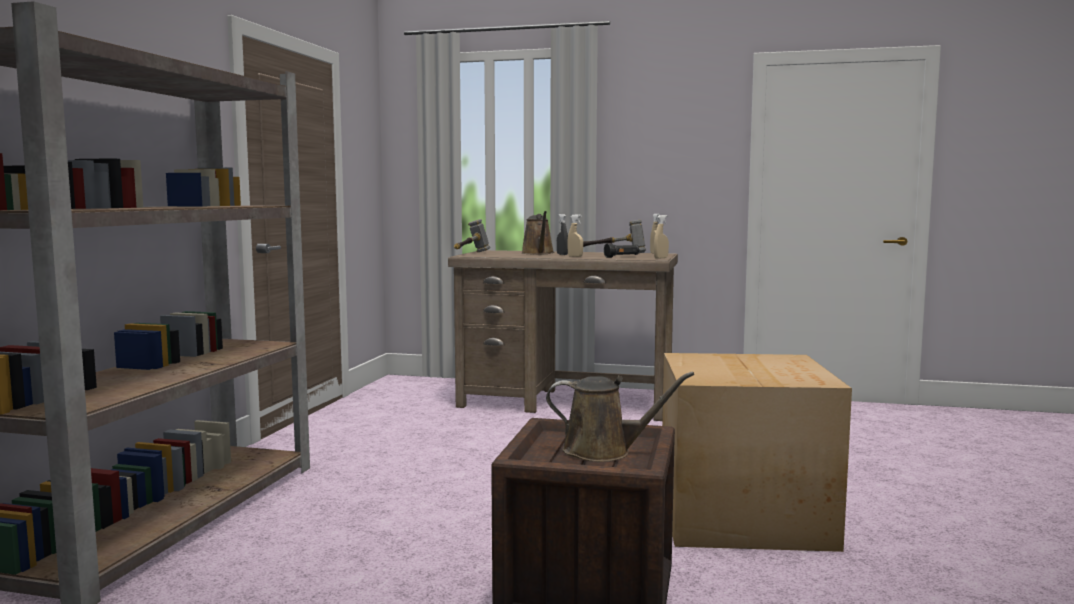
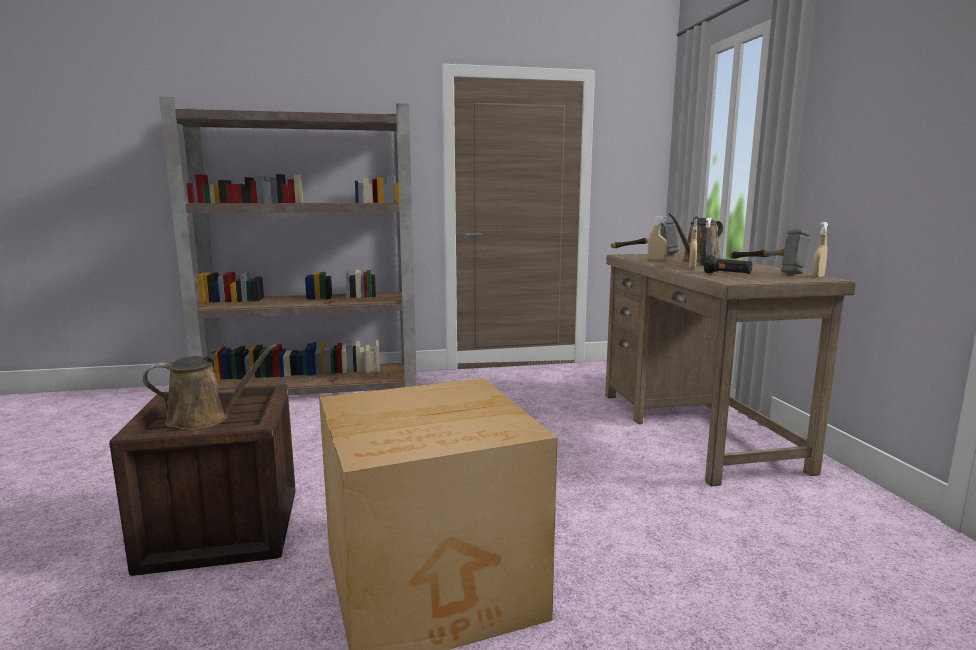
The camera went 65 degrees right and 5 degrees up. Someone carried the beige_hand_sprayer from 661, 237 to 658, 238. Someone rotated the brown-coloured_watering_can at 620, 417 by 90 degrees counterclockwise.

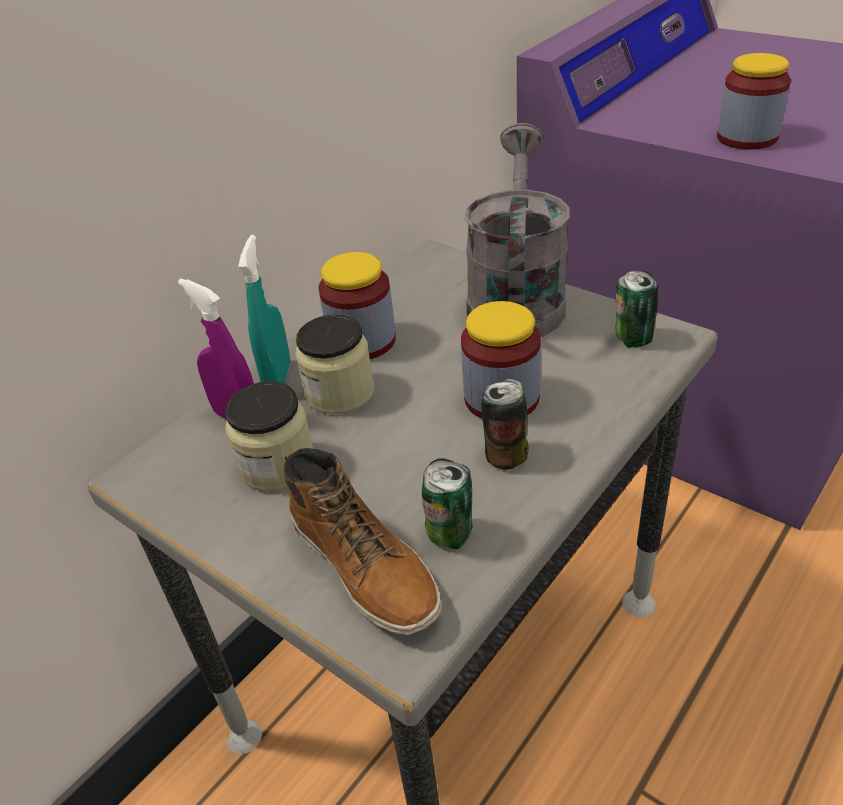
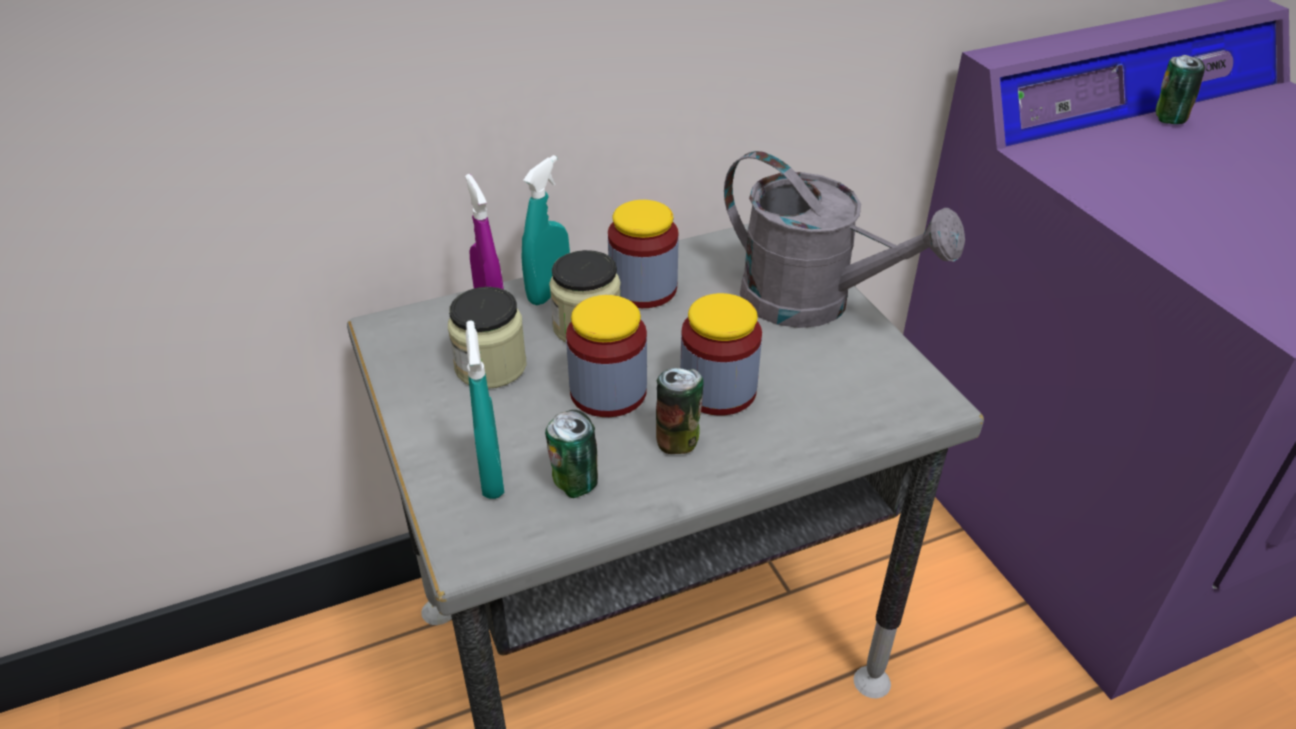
The camera went 25 degrees right and 0 degrees up. Someone carried the preserve_jar from 754, 101 to 606, 356. Someone rotated the gray_watering_can at 517, 230 by 90 degrees clockwise. Someone carried the can from 637, 309 to 1180, 89. Someone swapped the high-top_boot at 363, 541 for the blue-green_hand_sprayer at 485, 409.

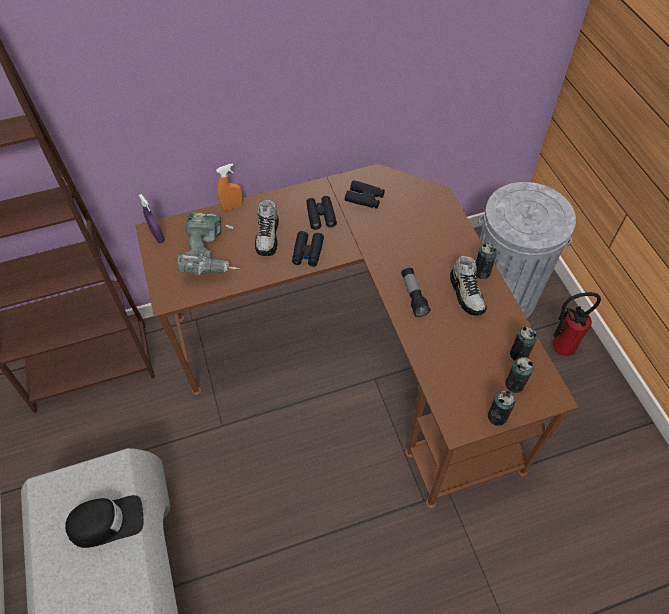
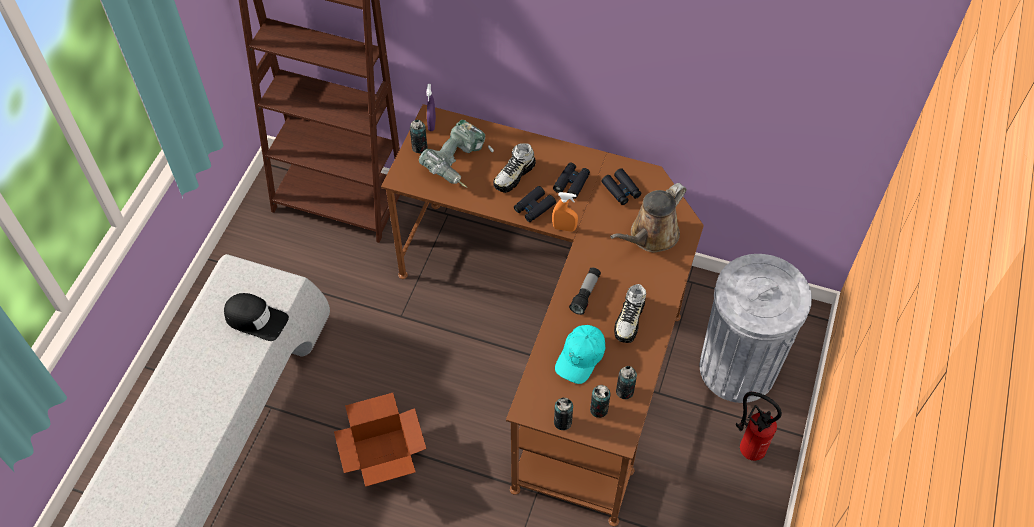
The camera went 35 degrees right and 0 degrees up. Someone carried the orange_hand_sprayer from 229, 187 to 565, 212. Someone carried the can from 486, 261 to 419, 136. Someone put down the brown-coloured_watering_can at 648, 217. Someone put down the blue-green_baseball_cap at 580, 354. Someone put down the packing_box at 380, 440.

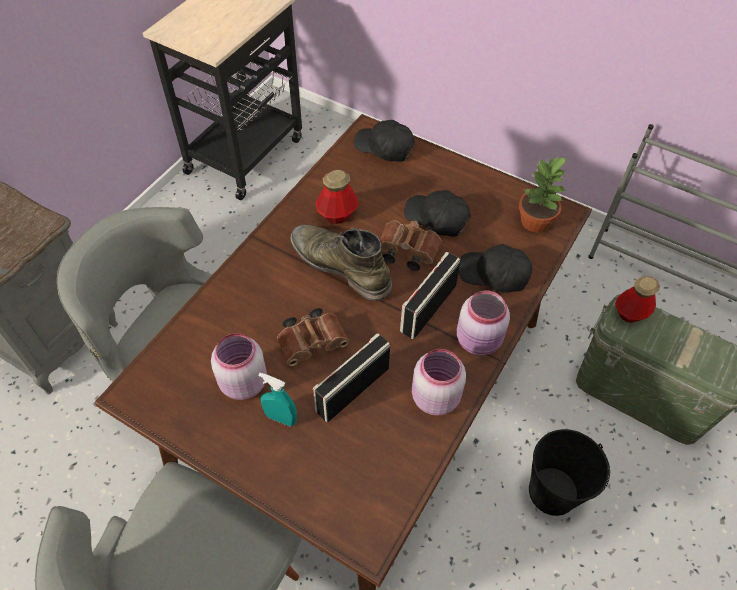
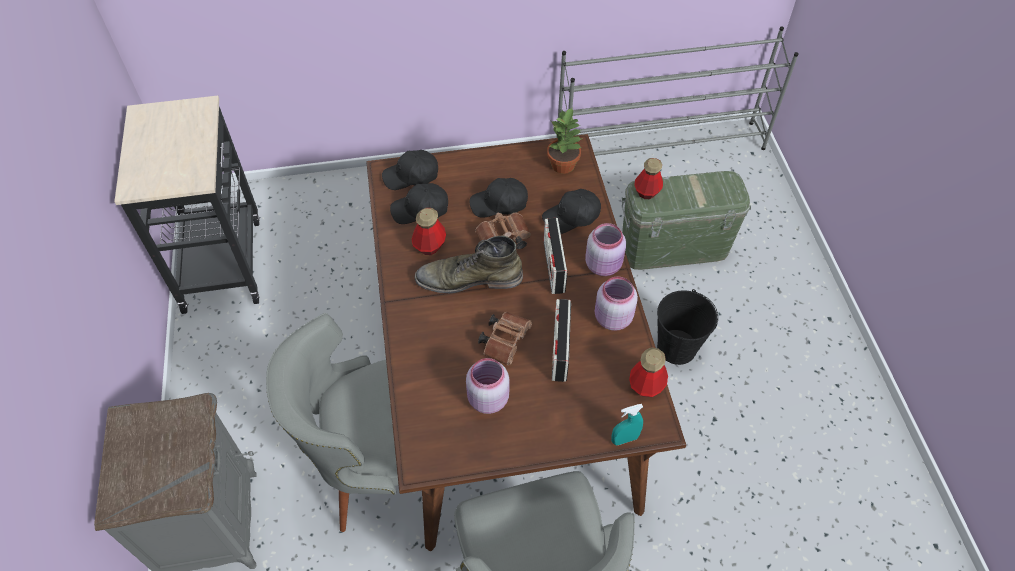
The camera went 40 degrees left and 0 degrees up. Someone carried the blue-green_hand_sprayer from 278, 399 to 627, 424. Someone put down the black-coloured_baseball_cap at 419, 203. Someone put down the bottle at 648, 372.

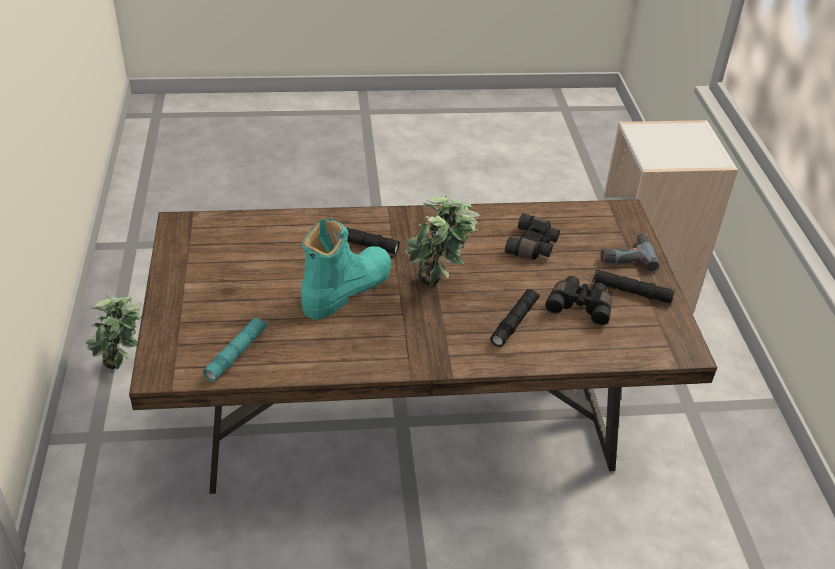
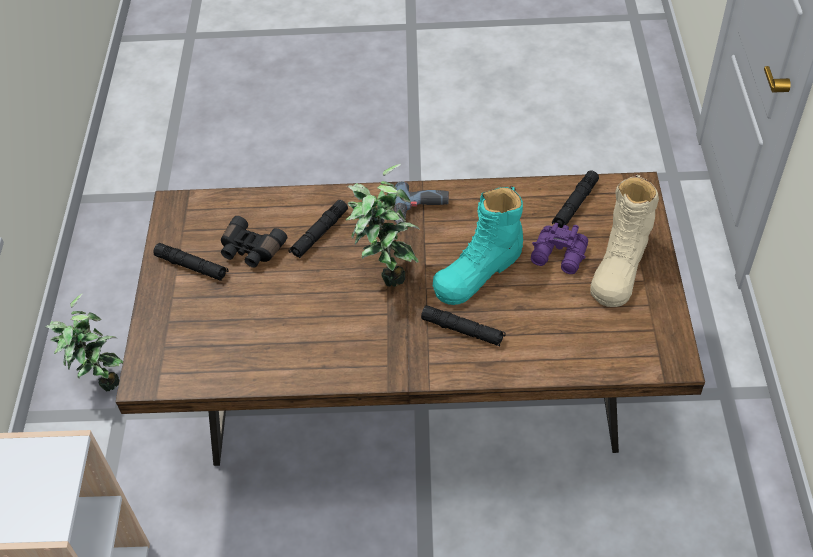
The camera went 170 degrees left and 10 degrees up. Someone took away the black-coloured_binoculars at 532, 236. Someone carried the electric_drill from 630, 252 to 421, 202. Someone carried the plant_in_a_pot from 114, 332 to 84, 342. Someone repainted the blue-green_torch at 235, 350, which became the black-coloured_torch at 575, 199. Someone put down the beige_high-top_boot at 624, 240. Someone put down the purple_binoculars at 559, 248.

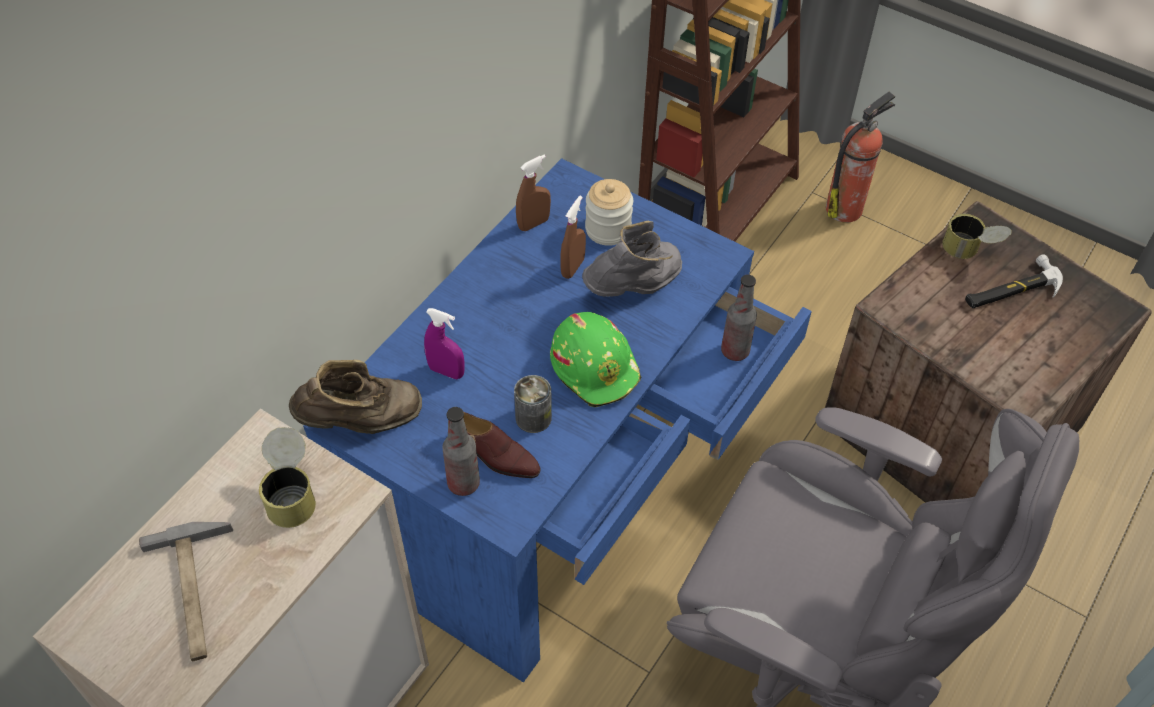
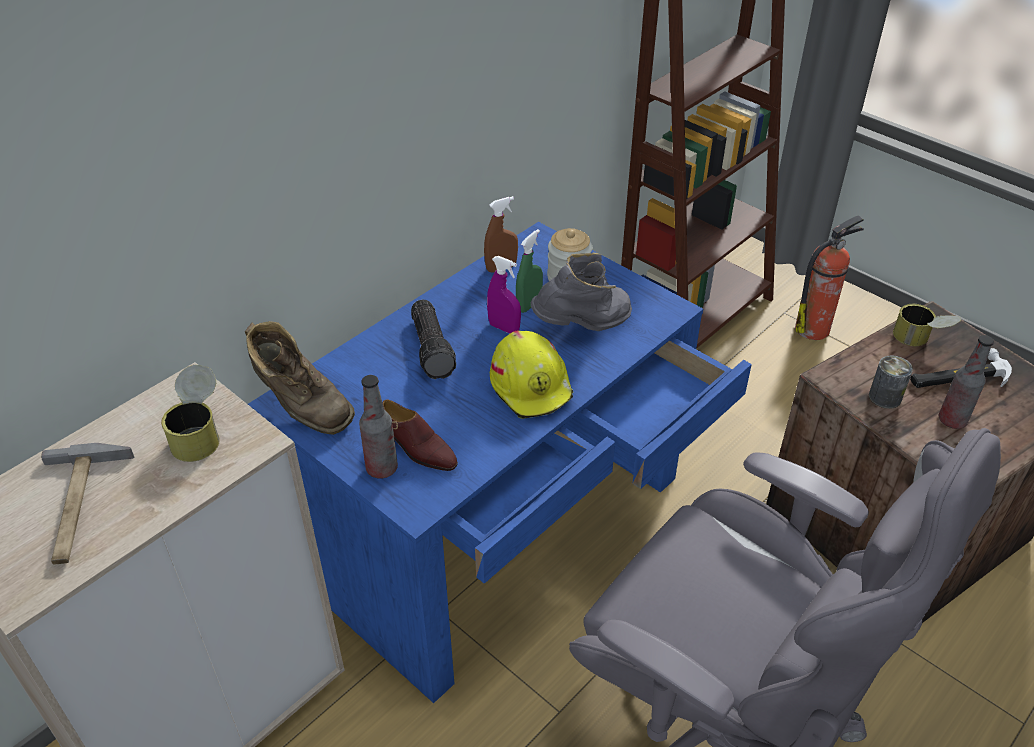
The camera went 10 degrees right and 10 degrees down. Someone repainted the brown-coloured_hand_sprayer at 573, 237, which became the green_hand_sprayer at 529, 271. Someone carried the bottle from 739, 318 to 966, 382. Someone carried the purple_hand_sprayer from 444, 343 to 504, 295. Someone repainted the green_safety_helmet at 596, 359, which became the yellowish_safety_helmet at 531, 375. Someone rotated the brown-coloured_high-top_boot at 355, 397 by 45 degrees clockwise. Someone carried the can from 533, 404 to 891, 382. Someone put down the torch at 433, 339.

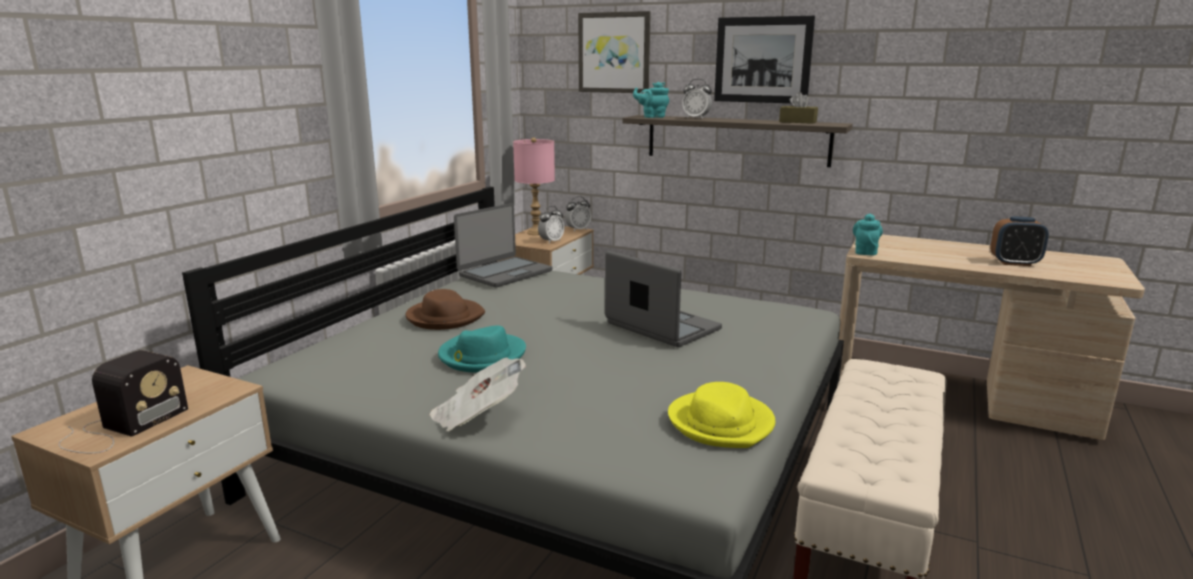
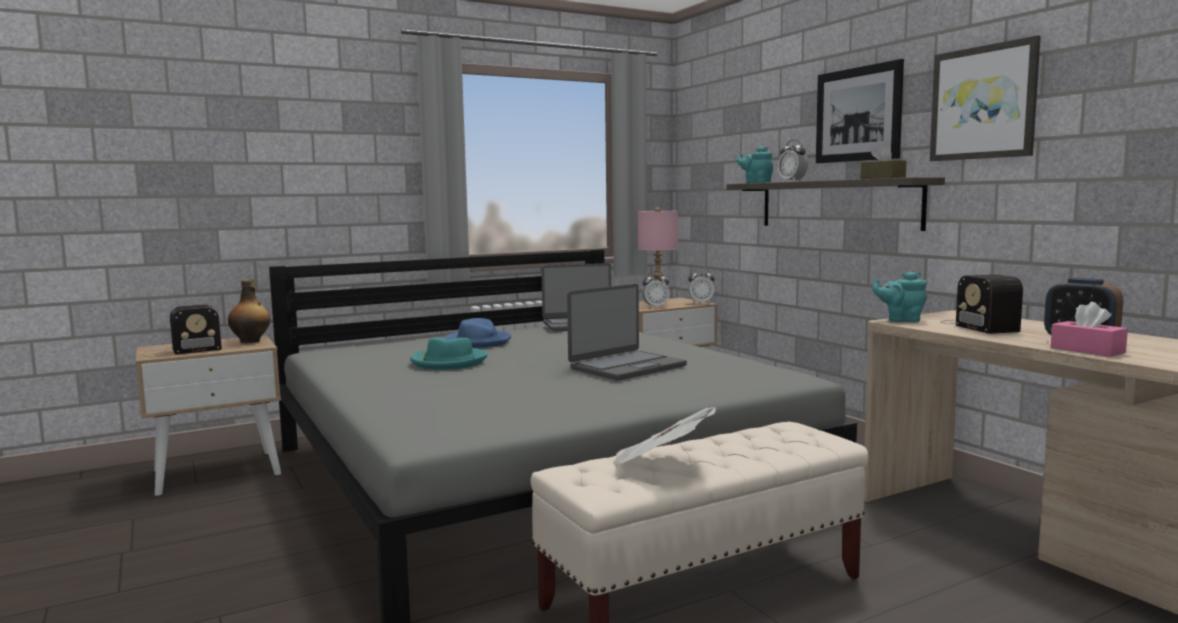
The camera went 35 degrees right and 10 degrees down. Someone carried the picture from 614, 52 to 985, 98. Someone rotated the blue-green_tea_pot at 868, 234 by 135 degrees counterclockwise. Someone rotated the laptop at 663, 299 by 60 degrees clockwise. Someone repainted the brown-coloured_clothing_hat at 445, 309, which became the blue_clothing_hat at 477, 333. Someone carried the newspaper from 478, 394 to 666, 436. Someone took away the yellowish_clothing_hat at 721, 415. Someone put down the radio_set at 981, 304. Someone put down the bottle at 249, 311. Someone put down the pink_tissue_box at 1089, 329.

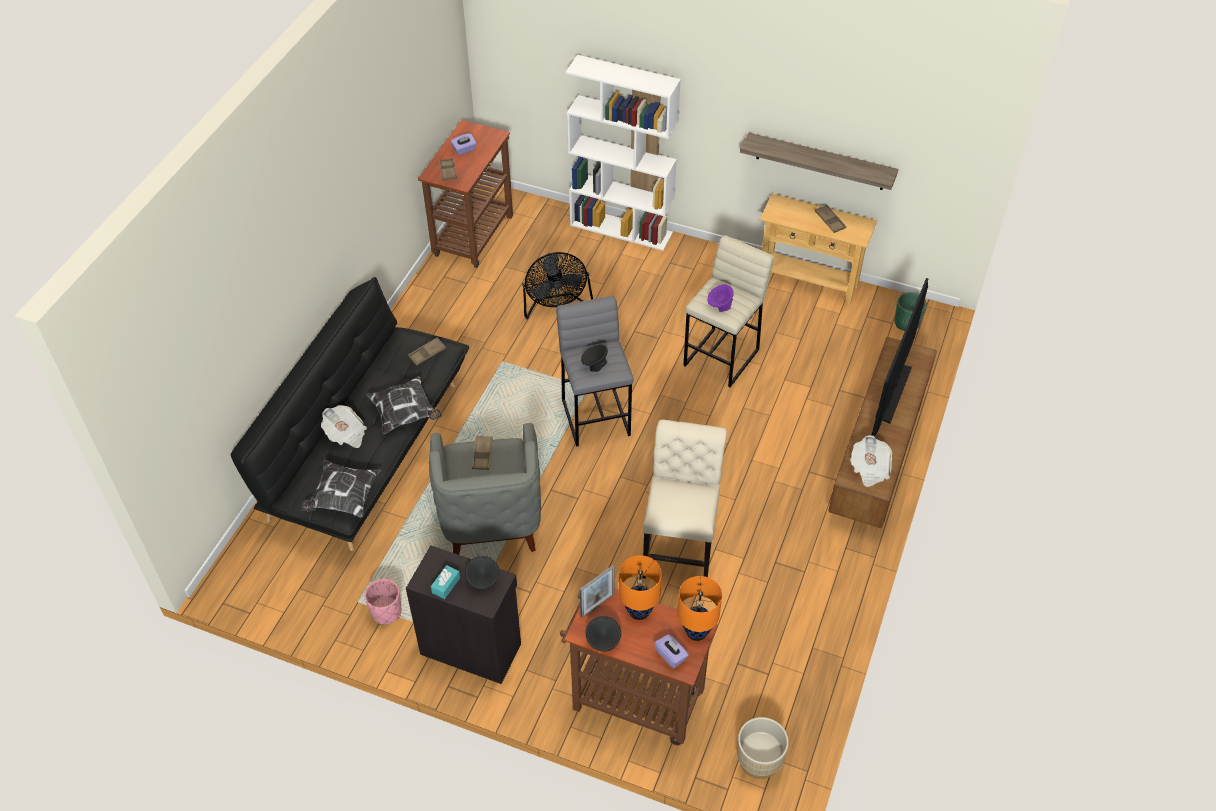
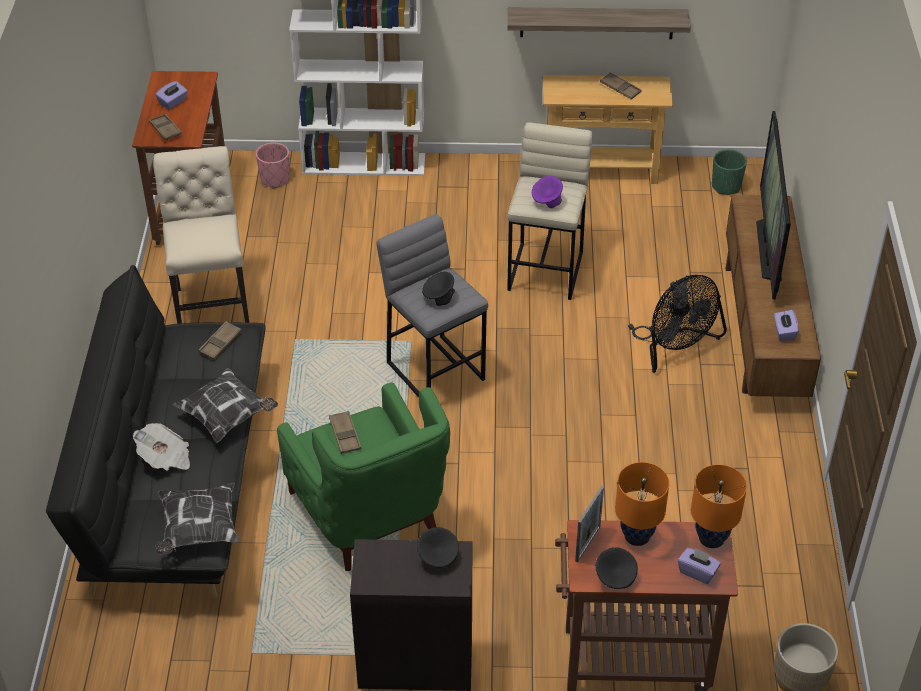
The camera went 20 degrees left and 5 degrees down. Someone carried the black-coloured_cooling_fan from 557, 285 to 677, 324. Someone carried the beige_stool_seat from 684, 499 to 201, 235. Someone repainted the gray_easy_chair at 485, 489, which became the green_easy_chair at 363, 476. Someone swapped the newspaper at 871, 461 for the purple_tissue_box at 786, 325. Someone took away the blue-green_tissue_box at 445, 582. Someone carried the pink_plant_pot from 383, 602 to 273, 165.

